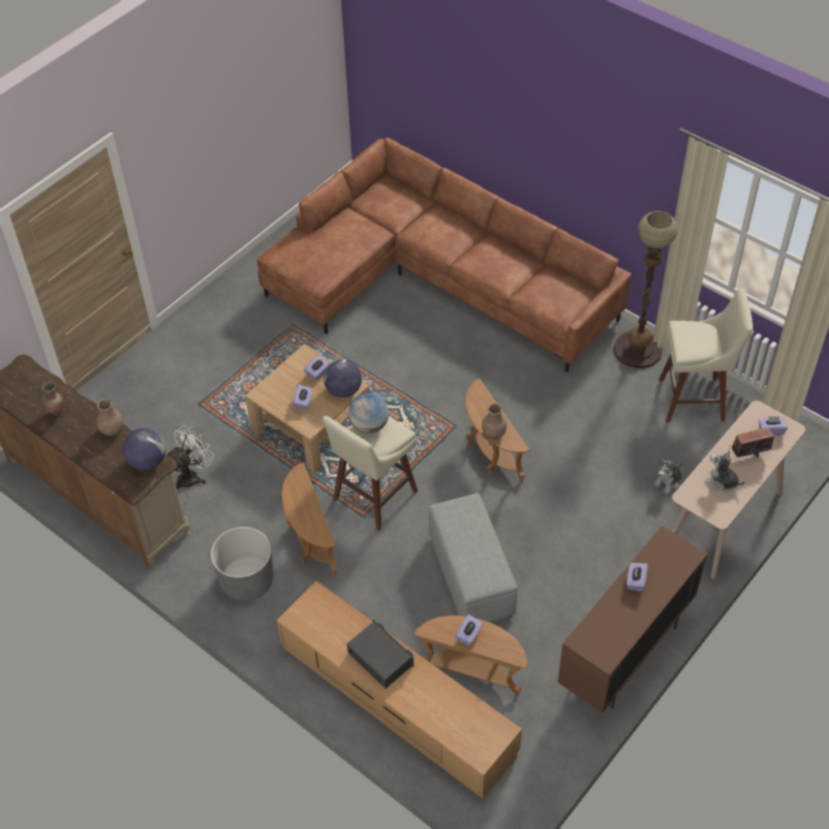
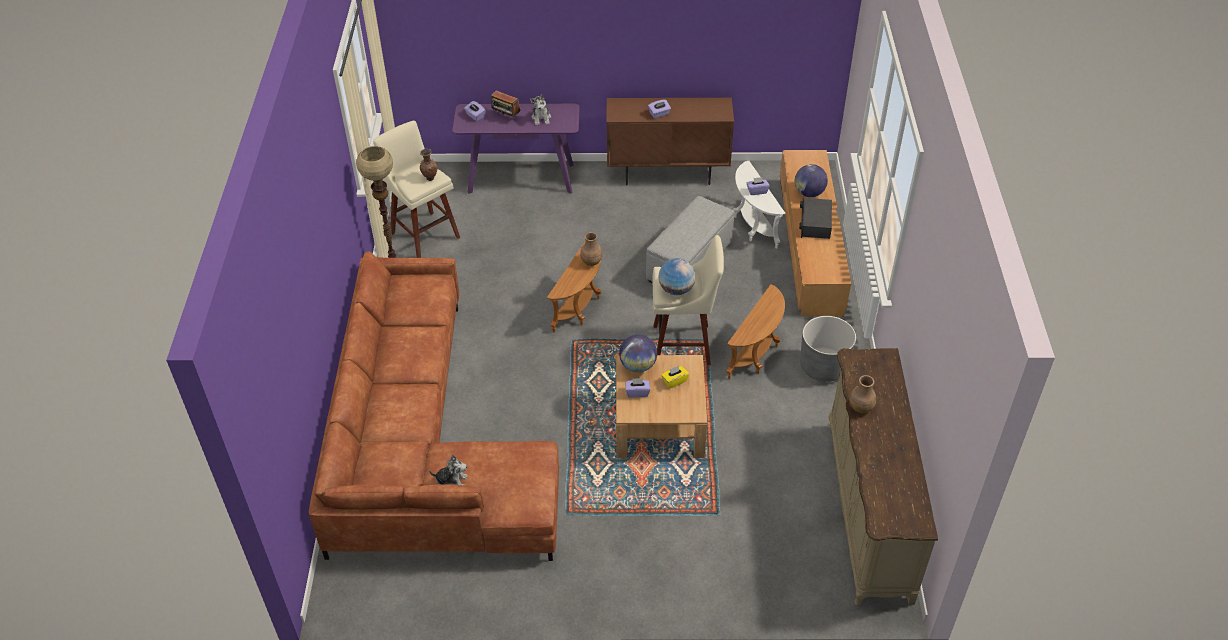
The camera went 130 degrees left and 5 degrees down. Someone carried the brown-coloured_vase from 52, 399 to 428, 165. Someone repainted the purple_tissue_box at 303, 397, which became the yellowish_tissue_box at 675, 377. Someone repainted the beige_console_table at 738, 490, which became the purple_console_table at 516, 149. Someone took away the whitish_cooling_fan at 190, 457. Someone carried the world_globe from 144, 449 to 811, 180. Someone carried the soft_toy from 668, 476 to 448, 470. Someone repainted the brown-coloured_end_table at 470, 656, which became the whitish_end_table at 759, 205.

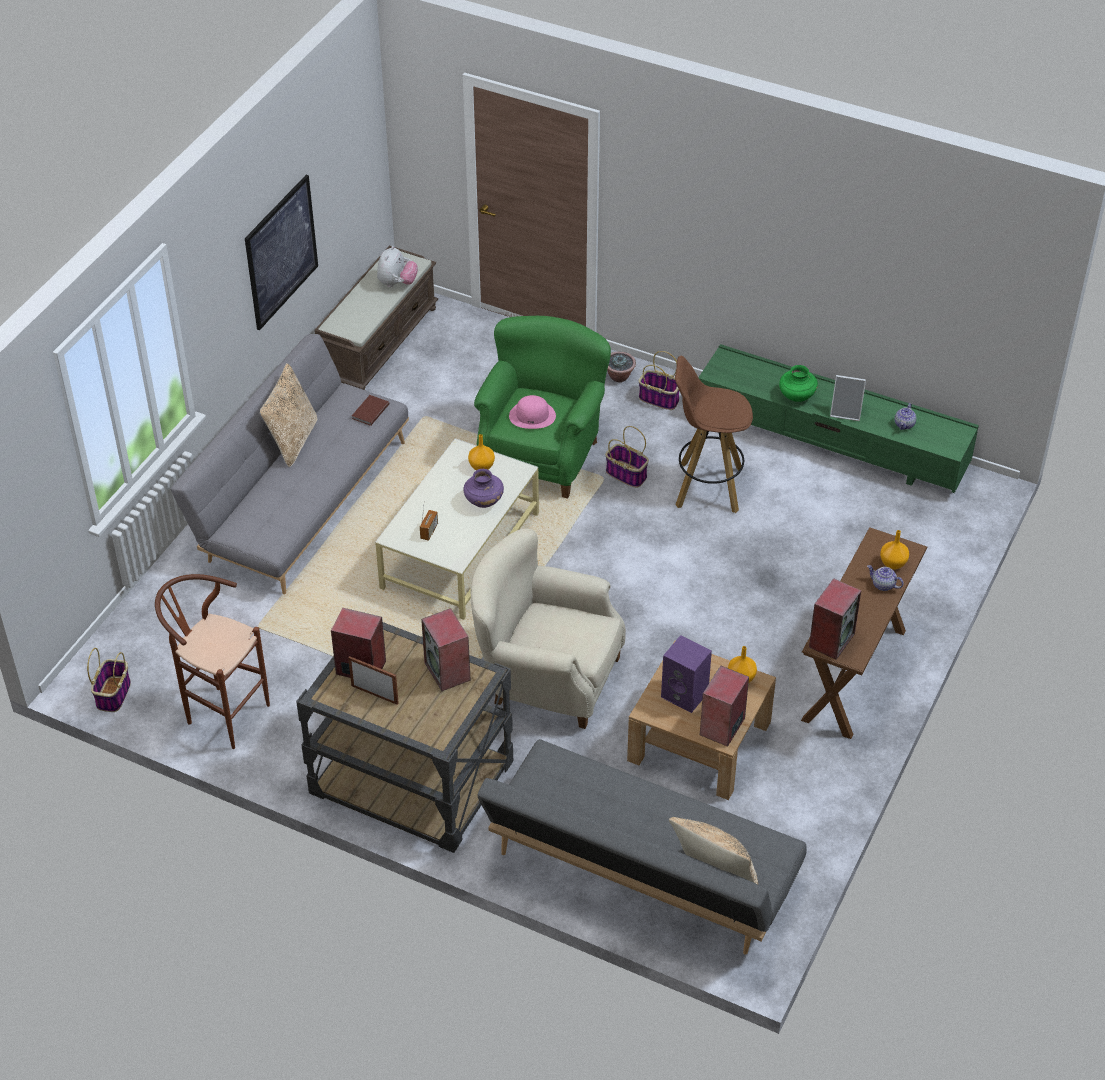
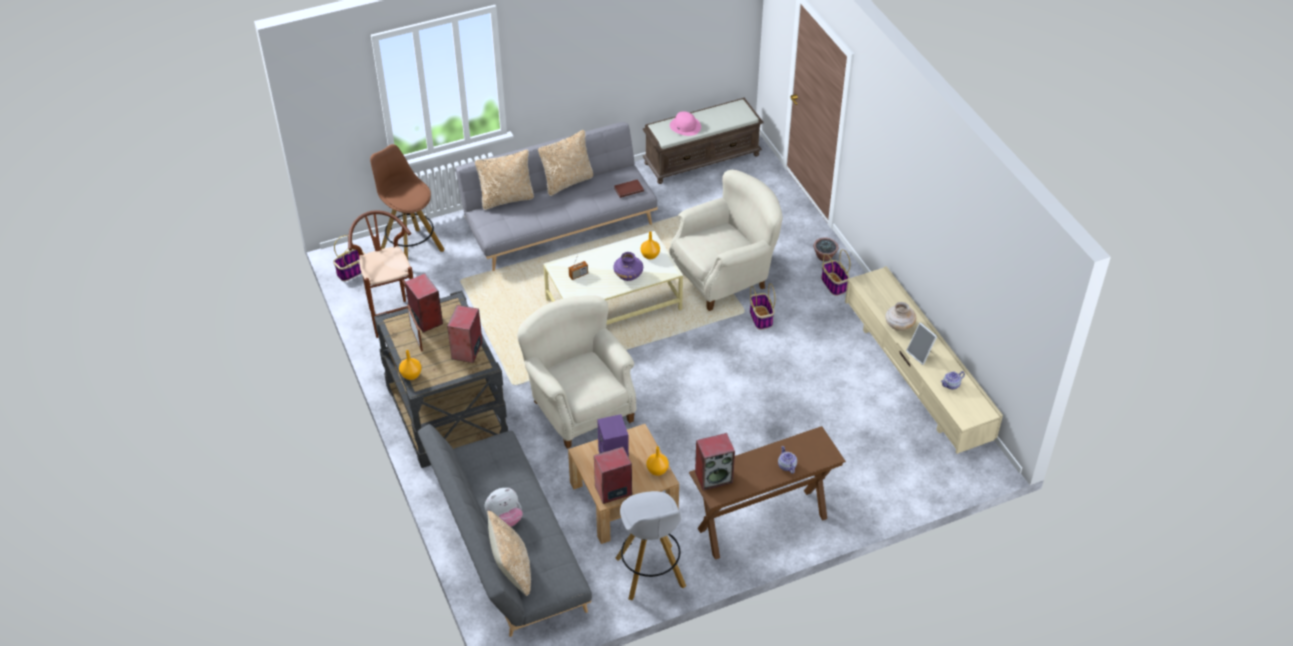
The camera went 40 degrees right and 0 degrees up. Someone took away the picture at 281, 252. Someone carried the soft_toy from 397, 266 to 504, 507. Someone repainted the green_easy_chair at 542, 407, which became the beige_easy_chair at 725, 240. Someone repainted the green_media_console at 838, 418, which became the beige_media_console at 924, 360. Someone carried the brown-coloured_stool_seat from 714, 434 to 407, 201. Someone repainted the green_vase at 798, 383, which became the beige_vase at 900, 316. Someone carried the pink_clothing_hat from 532, 412 to 685, 123. Someone carried the orange_vase from 894, 549 to 410, 365. Someone put down the beige_pillow at 504, 180. Someone put down the whitish_stool_seat at 650, 545.

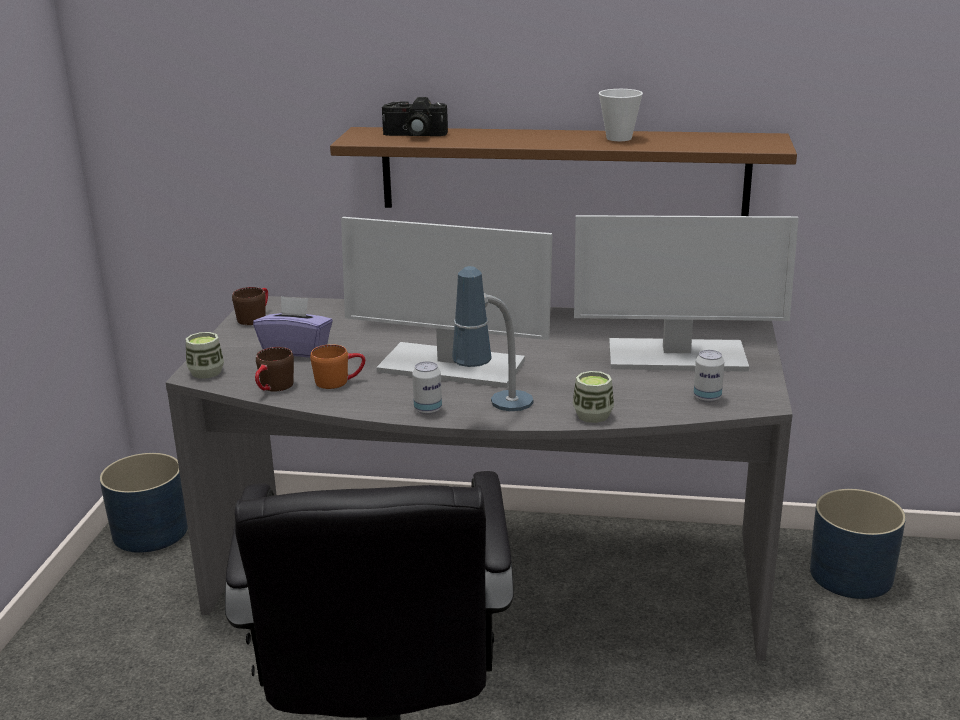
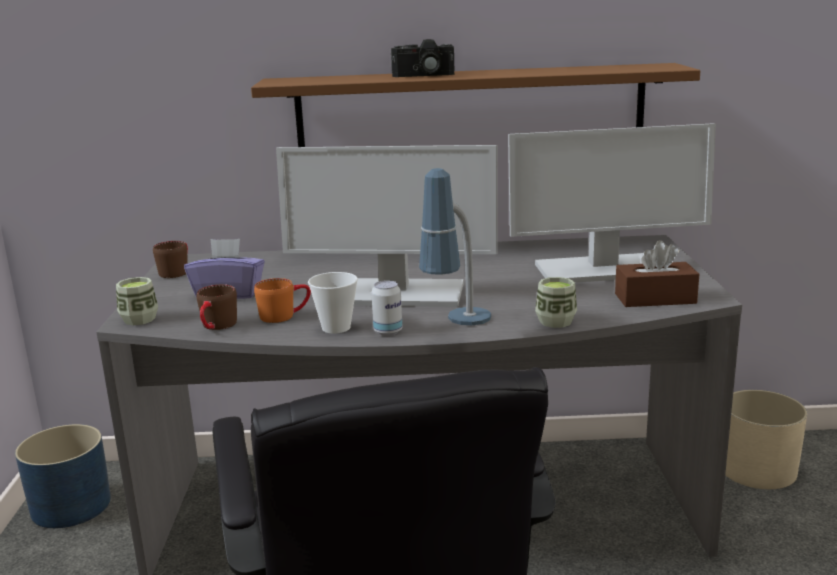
The camera went 10 degrees left and 5 degrees down. Someone carried the small_cup from 620, 115 to 333, 302. Someone carried the photo_camera from 415, 116 to 422, 58. Someone swapped the can at 709, 376 for the brown-coloured_tissue_box at 657, 273. Someone repainted the blue_plant_pot at 858, 544, which became the beige_plant_pot at 766, 439.

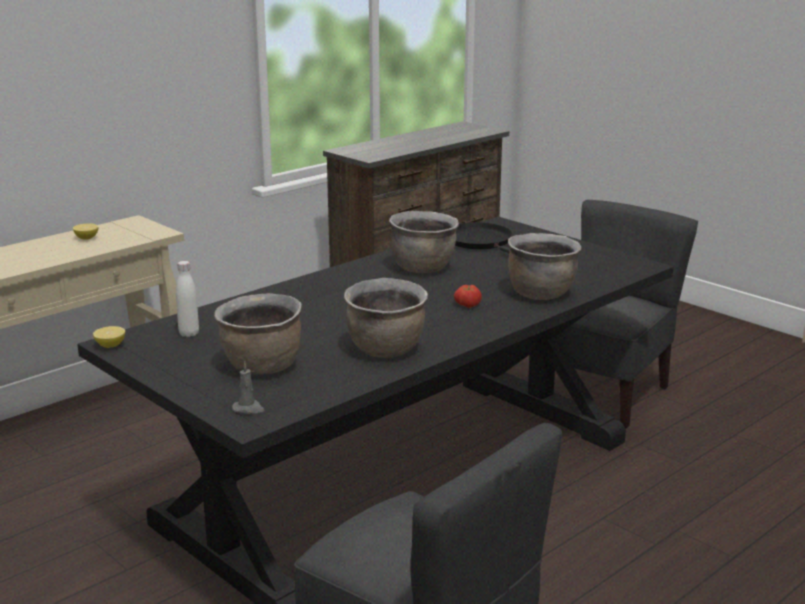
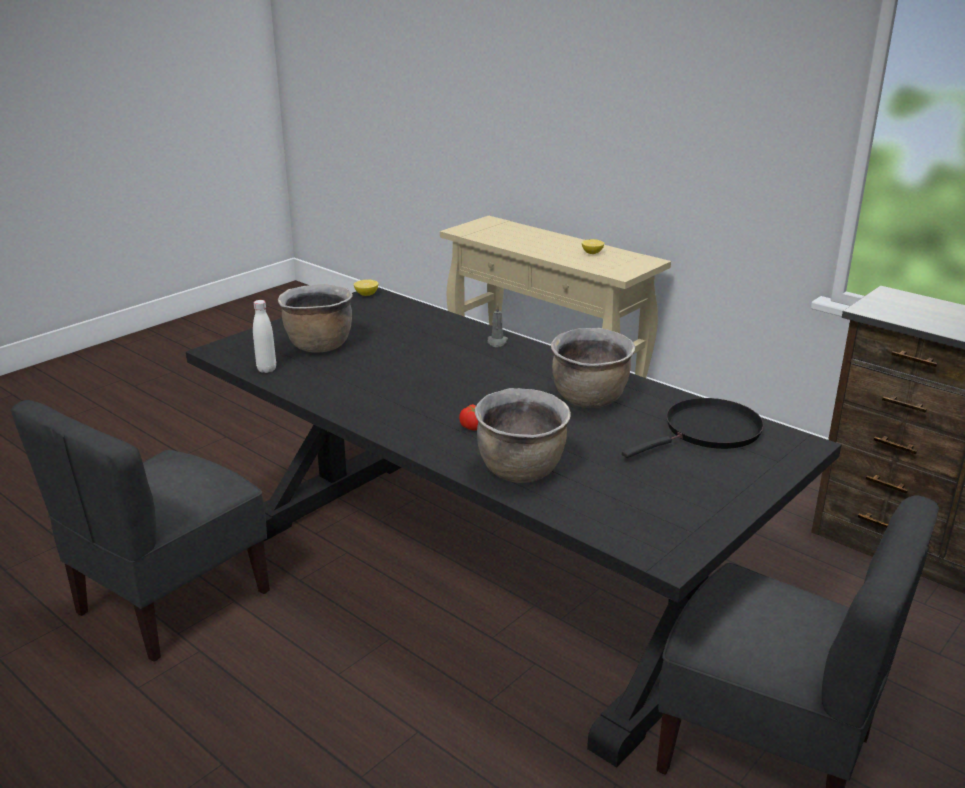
The camera went 85 degrees right and 5 degrees up. Someone carried the whitish_bottle from 187, 299 to 264, 336. Someone took away the brown-coloured_cooking_pot at 386, 318. Someone carried the gray_wax_candle from 248, 387 to 497, 325.

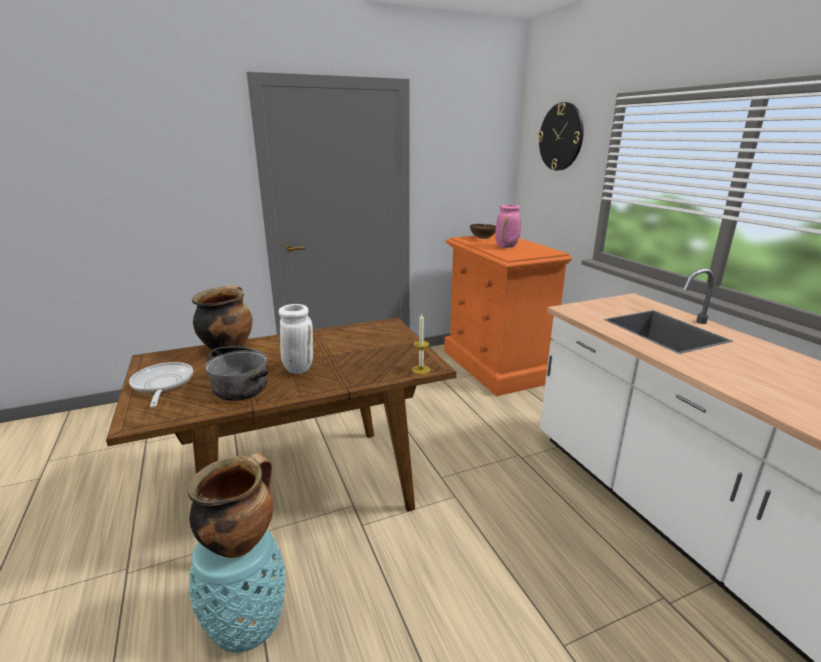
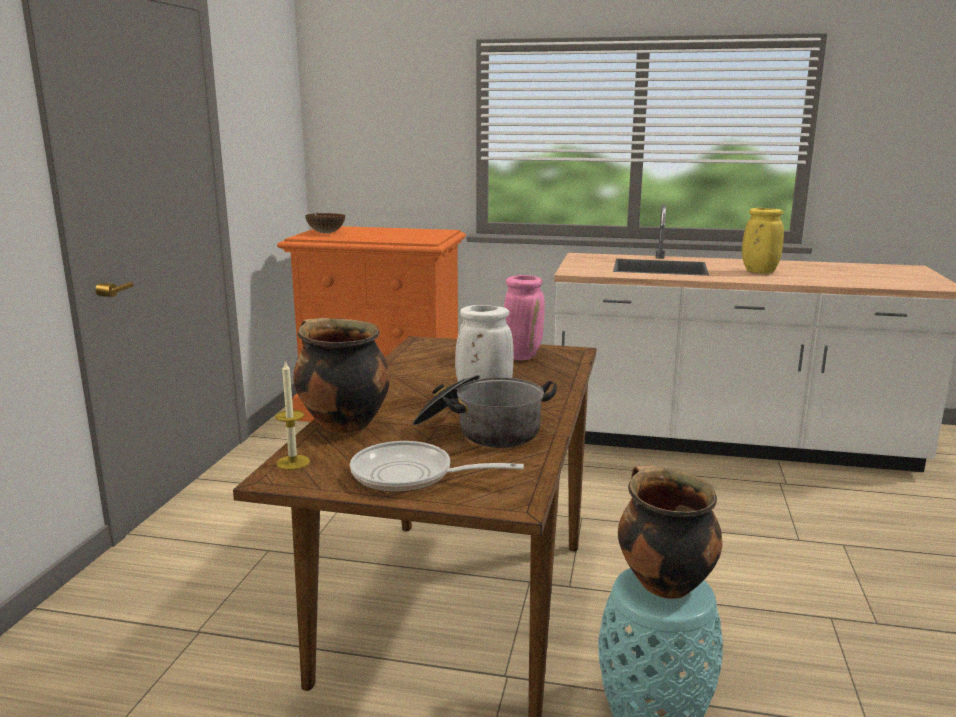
The camera went 55 degrees left and 5 degrees down. Someone took away the clock_on_the_wall at 561, 136. Someone carried the pink_vase from 508, 226 to 524, 317. Someone carried the wax_candle from 421, 344 to 292, 415. Someone put down the yellowish_vase at 763, 240.

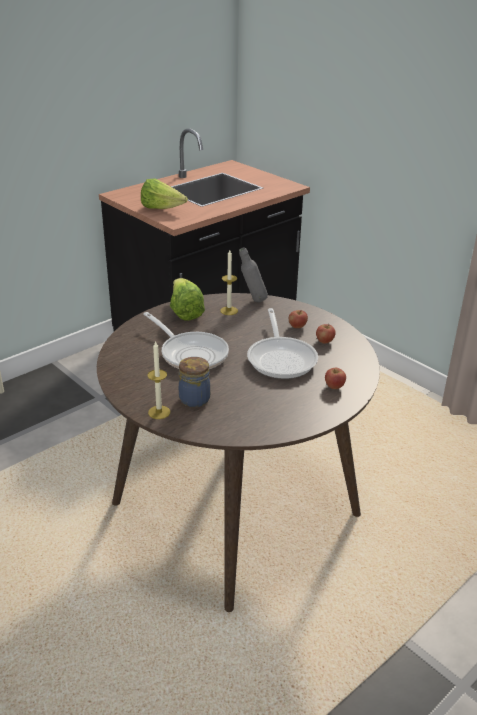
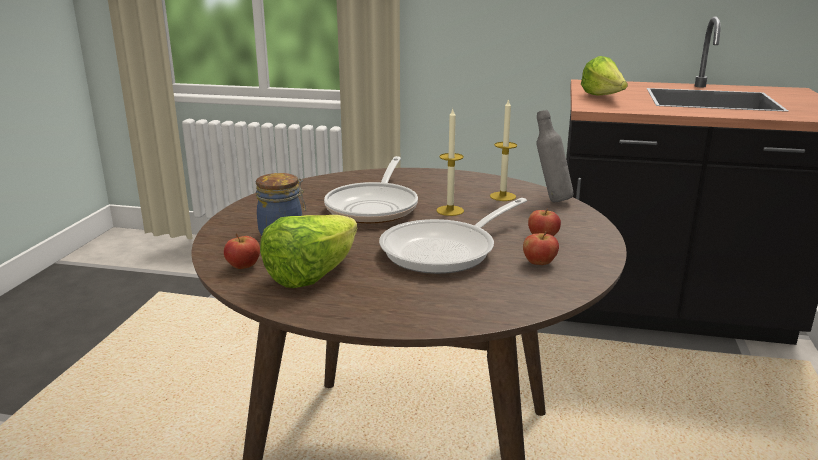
The camera went 55 degrees right and 10 degrees down. Someone carried the lettuce from 187, 299 to 308, 251. Someone carried the wax_candle from 159, 380 to 450, 162. Someone carried the whole_apple from 335, 378 to 242, 251.

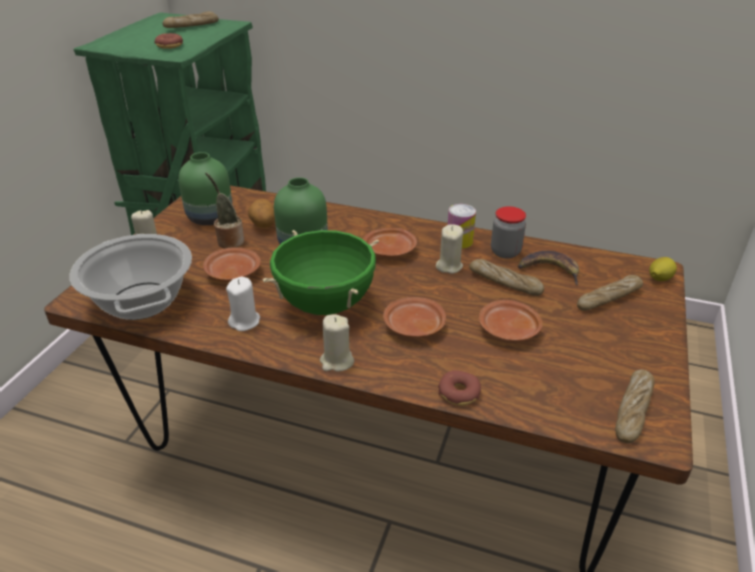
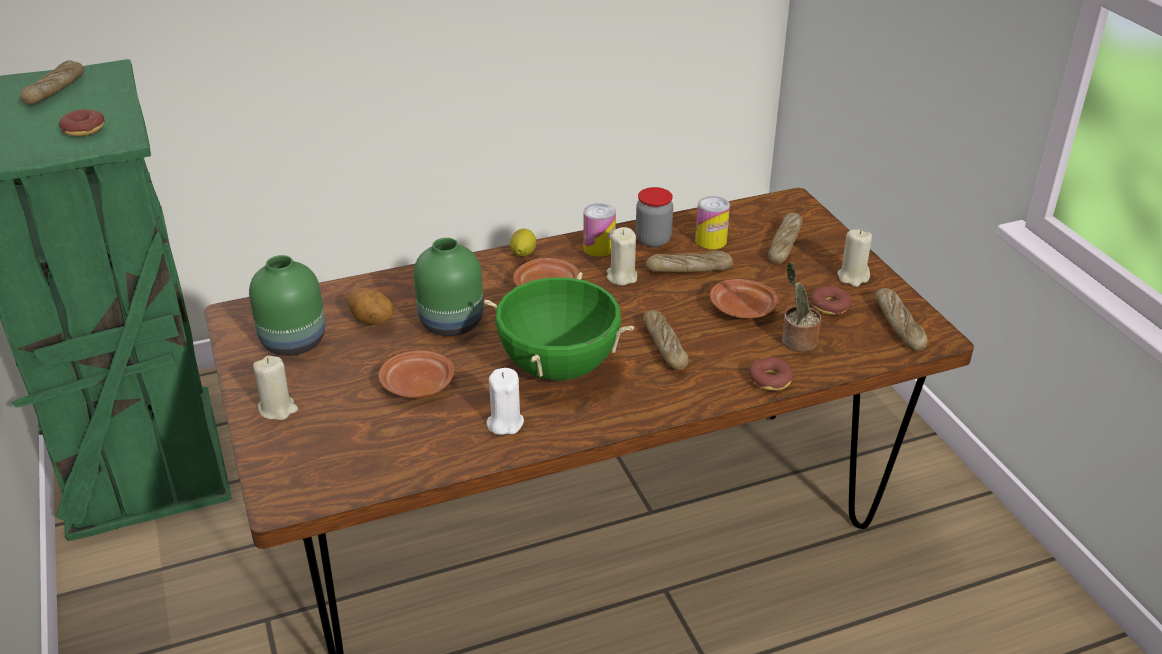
The camera went 40 degrees left and 0 degrees up. Someone carried the plant_in_a_pot from 224, 210 to 801, 307. Someone took away the cooking_pot at 130, 277. Someone swapped the whole_banana at 548, 268 for the can at 712, 222. Someone carried the whole_lemon from 663, 269 to 523, 243. Someone swapped the brown-coloured_dinner_plate at 414, 317 for the baked_bread at 666, 340. Someone carried the beige_wax_candle from 337, 343 to 854, 258. Someone put down the donut at 831, 300.

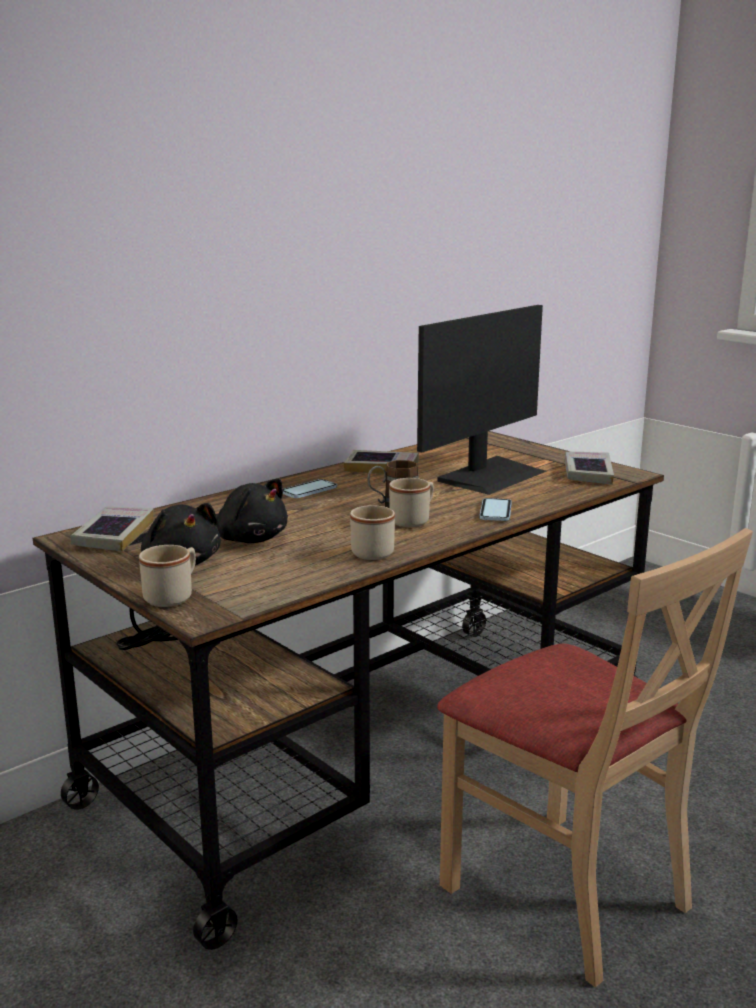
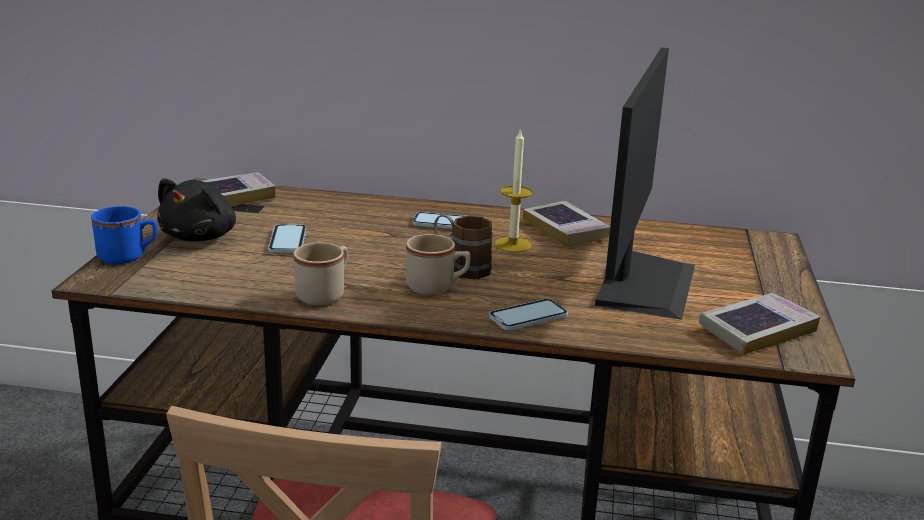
The camera went 50 degrees right and 5 degrees up. Someone rotated the computer_display at 481, 400 by 75 degrees counterclockwise. Someone swapped the black-coloured_soft_toy at 252, 510 for the phone at 287, 238. Someone repainted the beige_mug at 167, 576, which became the blue_mug at 124, 235. Someone put down the wax_candle at 514, 190.

